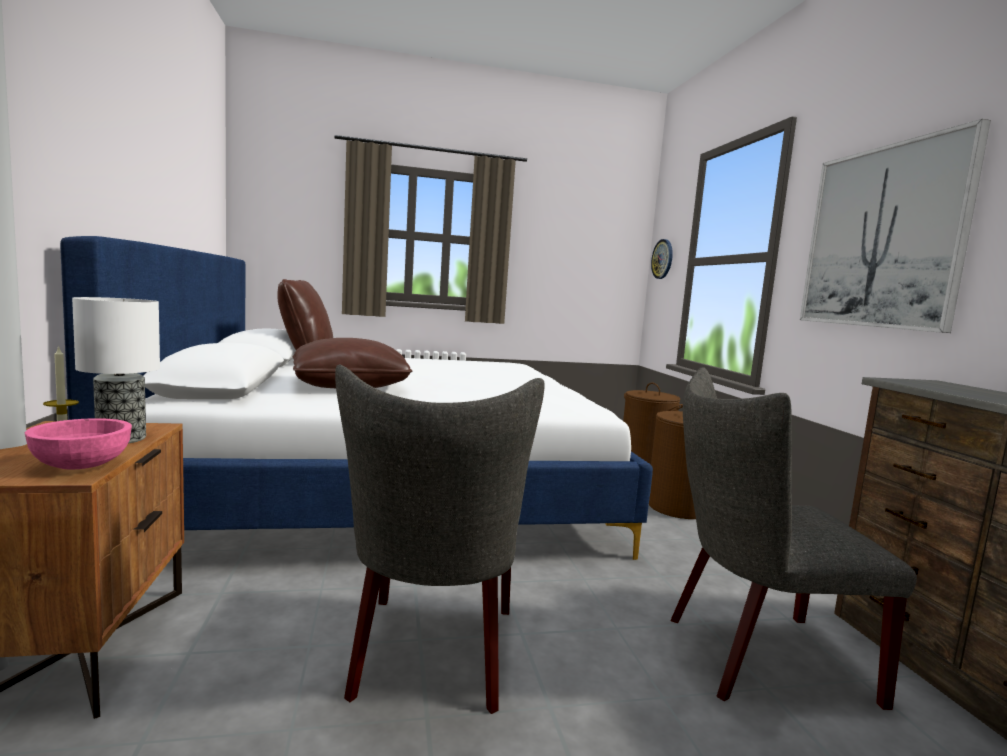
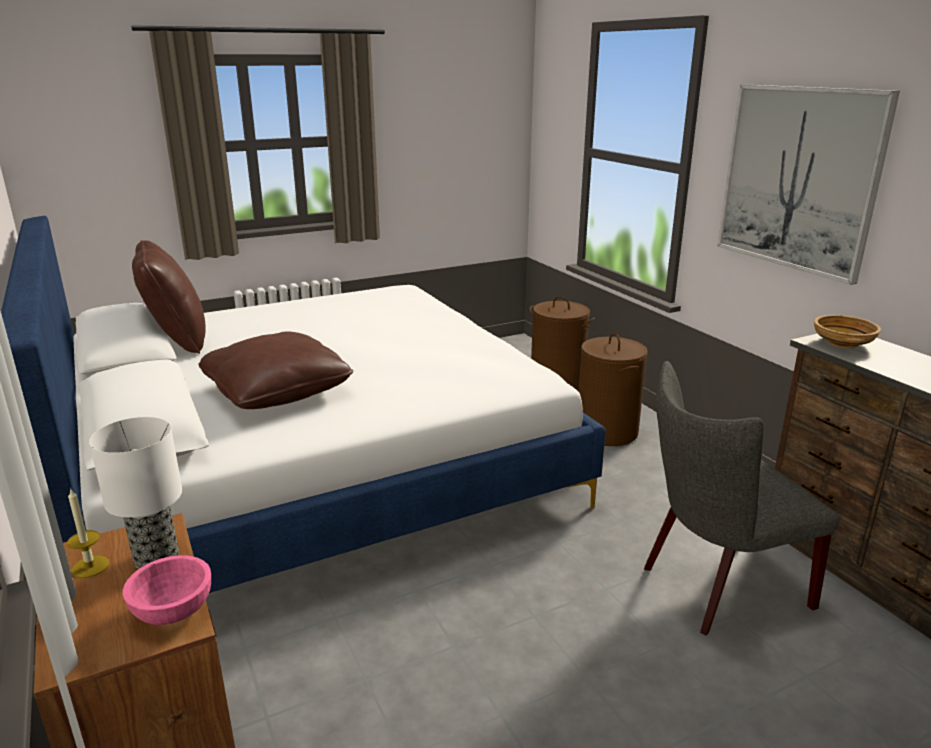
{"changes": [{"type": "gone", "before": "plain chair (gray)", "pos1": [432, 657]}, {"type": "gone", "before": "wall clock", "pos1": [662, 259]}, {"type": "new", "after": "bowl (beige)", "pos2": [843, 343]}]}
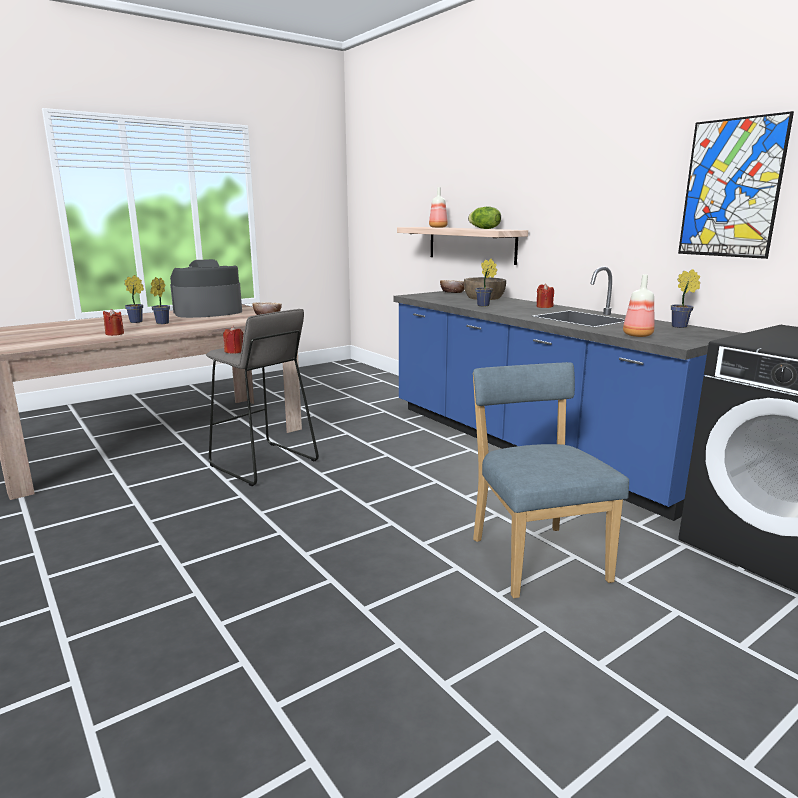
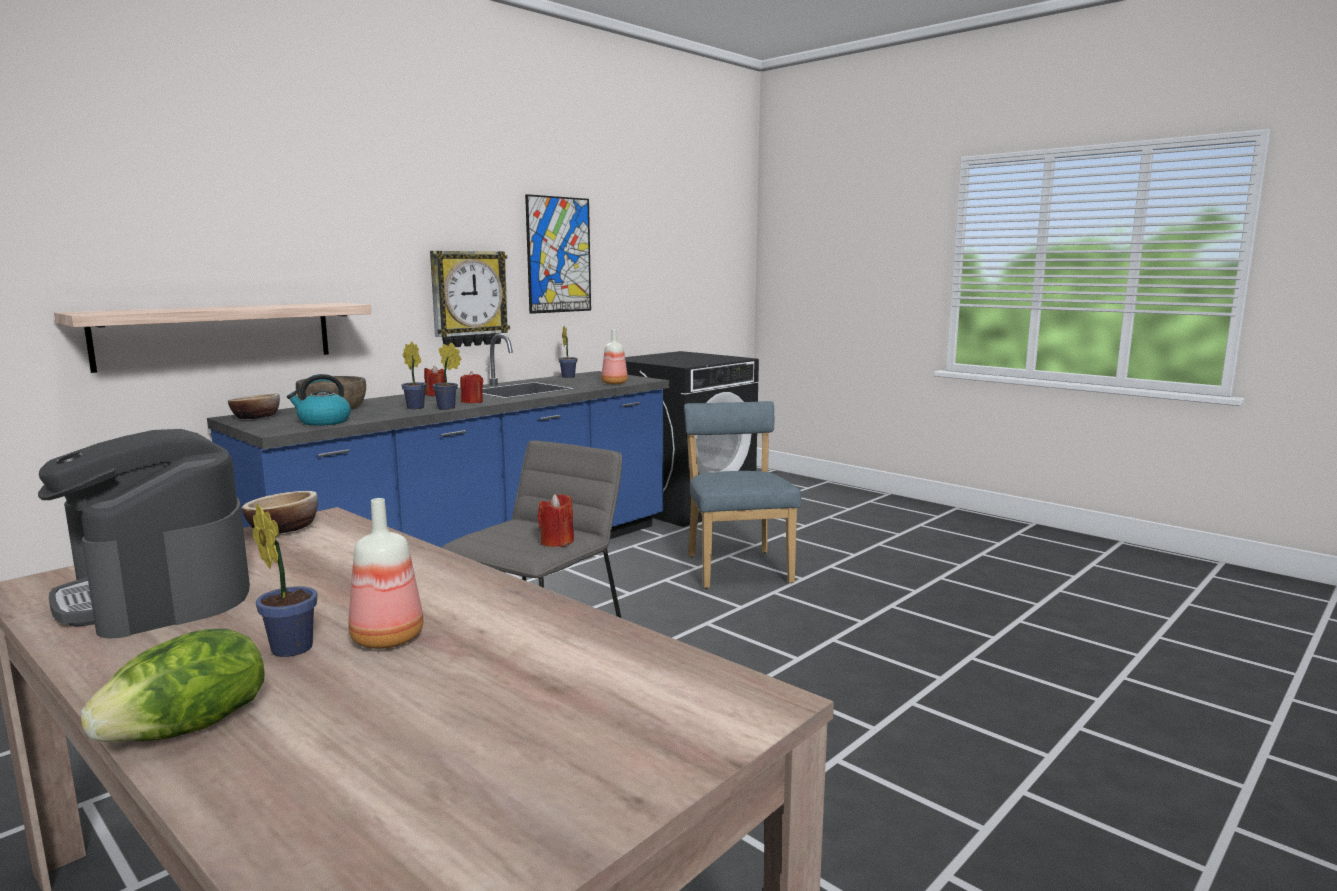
{"changes": [{"type": "new", "after": "kettle", "pos2": [323, 422]}, {"type": "new", "after": "wall clock", "pos2": [468, 298]}, {"type": "shifted", "before": "wax light (reddish)", "pos1": [114, 334], "pos2": [472, 402]}, {"type": "shifted", "before": "potted plant", "pos1": [161, 323], "pos2": [448, 408]}, {"type": "shifted", "before": "beverage bottle", "pos1": [437, 227], "pos2": [385, 640]}, {"type": "shifted", "before": "lettuce head", "pos1": [484, 229], "pos2": [190, 728]}, {"type": "rotated", "before": "plain chair (blue)", "pos1": [535, 556], "pos2": [737, 567], "turn": 105}]}
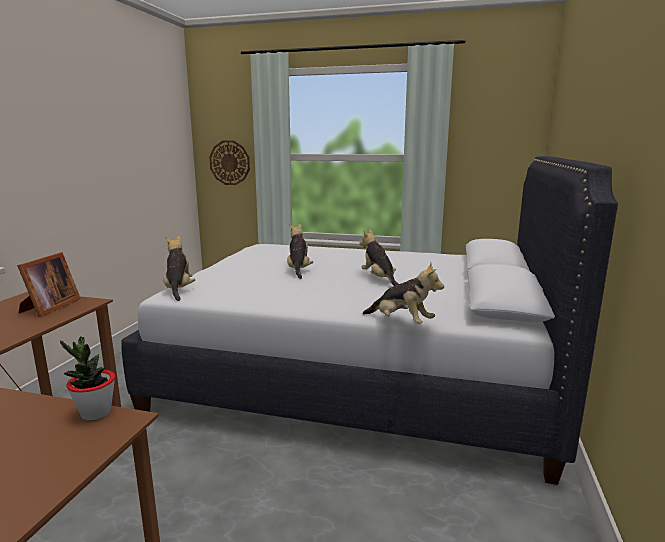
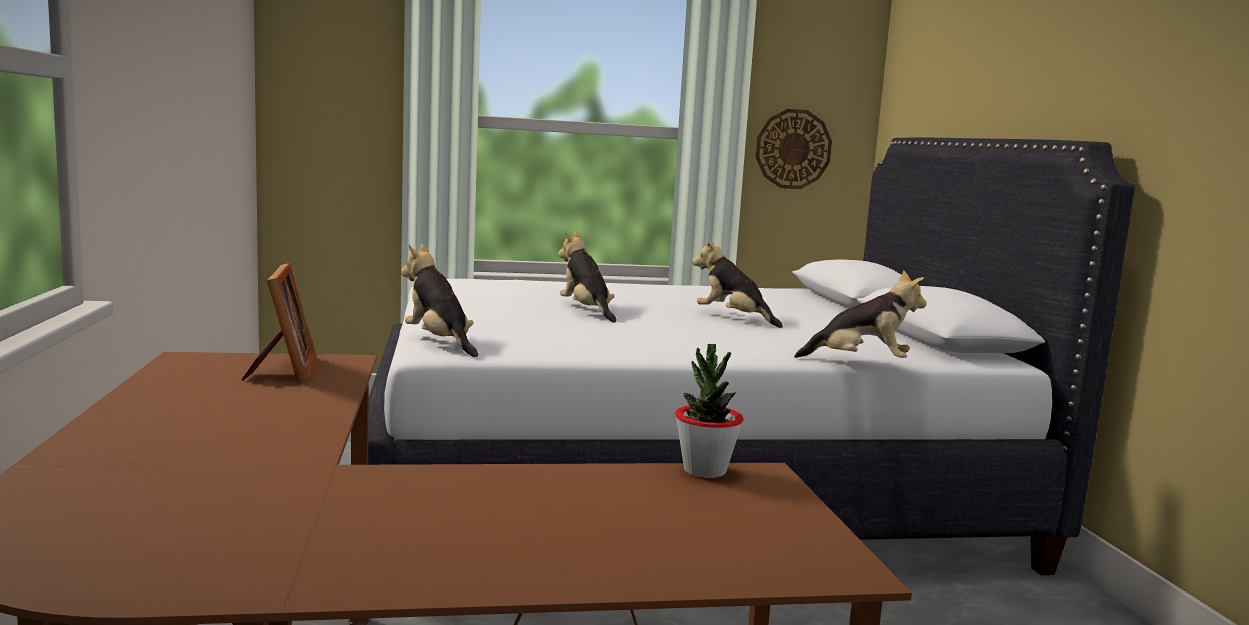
{"changes": [{"type": "shifted", "before": "wall clock", "pos1": [229, 163], "pos2": [793, 149]}]}
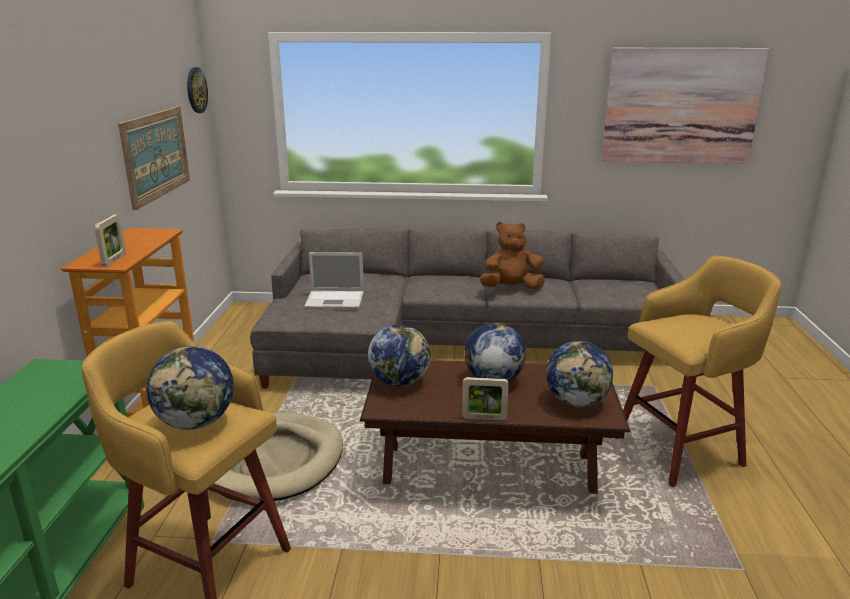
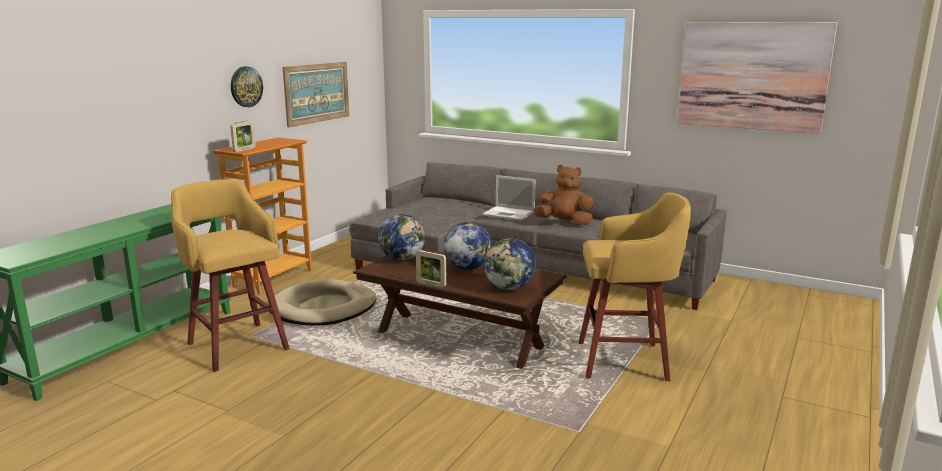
{"changes": [{"type": "gone", "before": "desk globe", "pos1": [196, 422]}, {"type": "shifted", "before": "wall clock", "pos1": [196, 90], "pos2": [246, 86]}, {"type": "shifted", "before": "laptop", "pos1": [336, 300], "pos2": [509, 214]}]}
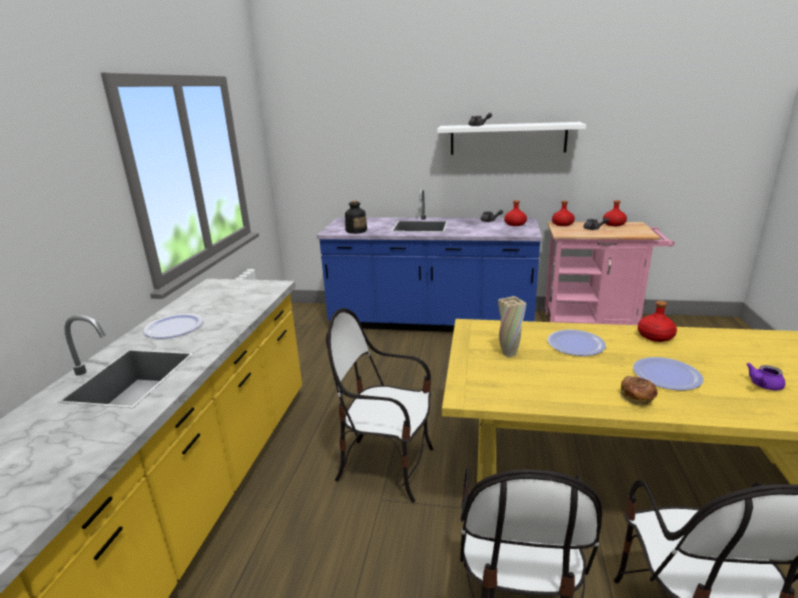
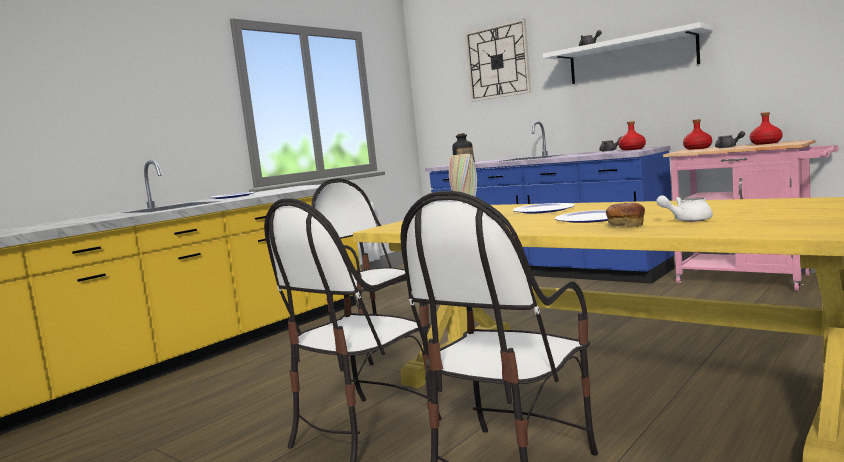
{"changes": [{"type": "gone", "before": "beverage bottle (reddish)", "pos1": [655, 336]}, {"type": "new", "after": "wall clock", "pos2": [497, 61]}, {"type": "shifted", "before": "baked bread", "pos1": [637, 398], "pos2": [625, 225]}, {"type": "repainted", "before": "teapot (purplish)", "after": "teapot (white)", "pos1": [763, 385], "pos2": [686, 220]}]}
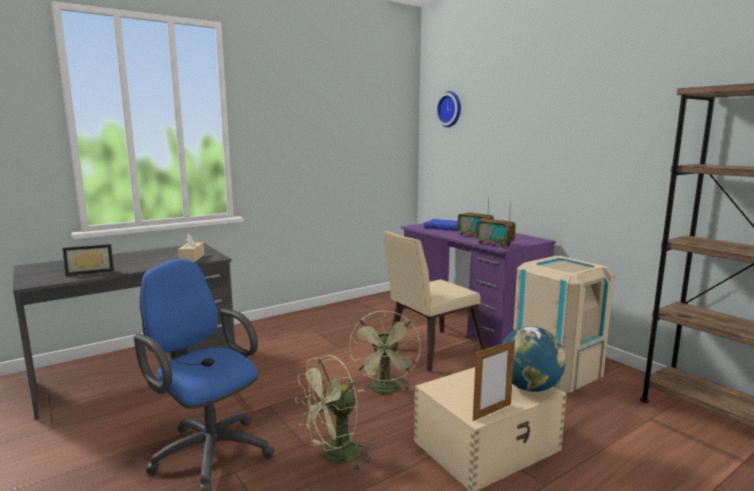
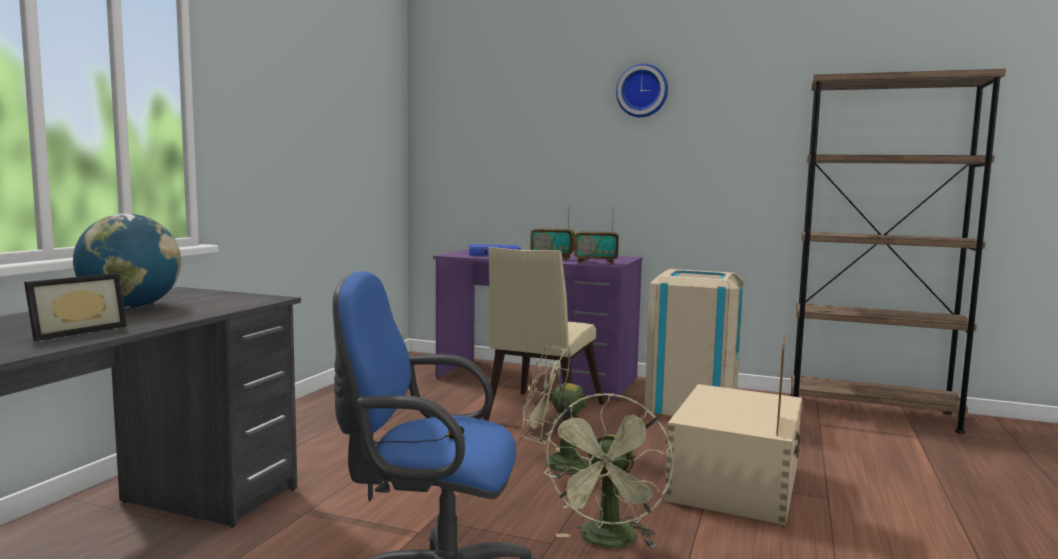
{"changes": [{"type": "gone", "before": "box of tissues (beige)", "pos1": [192, 258]}, {"type": "shifted", "before": "wall clock", "pos1": [450, 109], "pos2": [642, 91]}, {"type": "shifted", "before": "desk globe", "pos1": [529, 387], "pos2": [131, 307]}, {"type": "rotated", "before": "electric fan (green-coloured)", "pos1": [386, 390], "pos2": [555, 463], "turn": 135}]}
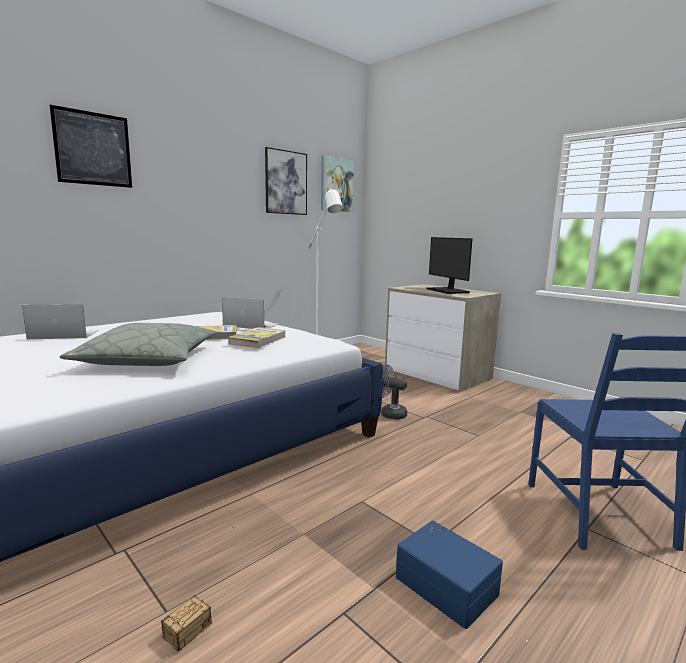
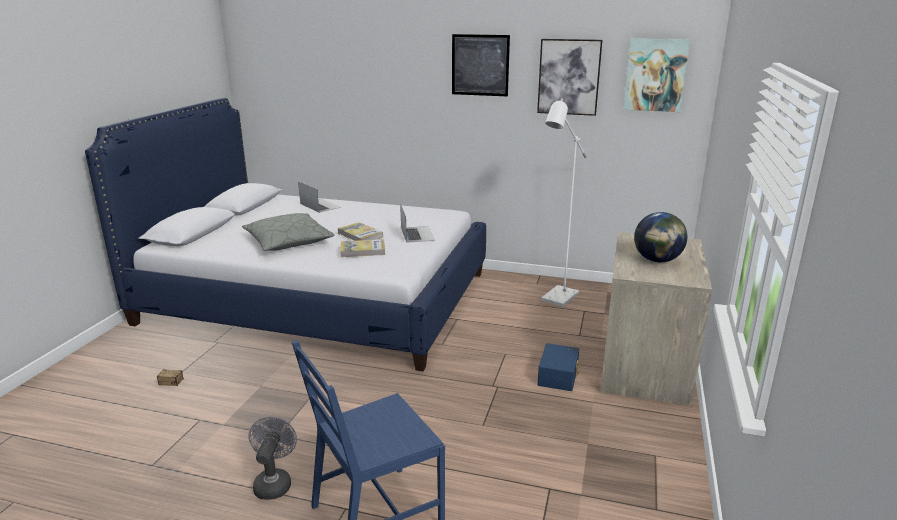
{"changes": [{"type": "shifted", "before": "wall picture", "pos1": [93, 149], "pos2": [480, 65]}, {"type": "shifted", "before": "electric fan (gray)", "pos1": [389, 414], "pos2": [274, 482]}, {"type": "shifted", "before": "storage bin (blue)", "pos1": [447, 584], "pos2": [559, 376]}, {"type": "swapped", "before": "computer screen", "after": "desk globe", "pos1": [448, 291], "pos2": [657, 260]}]}
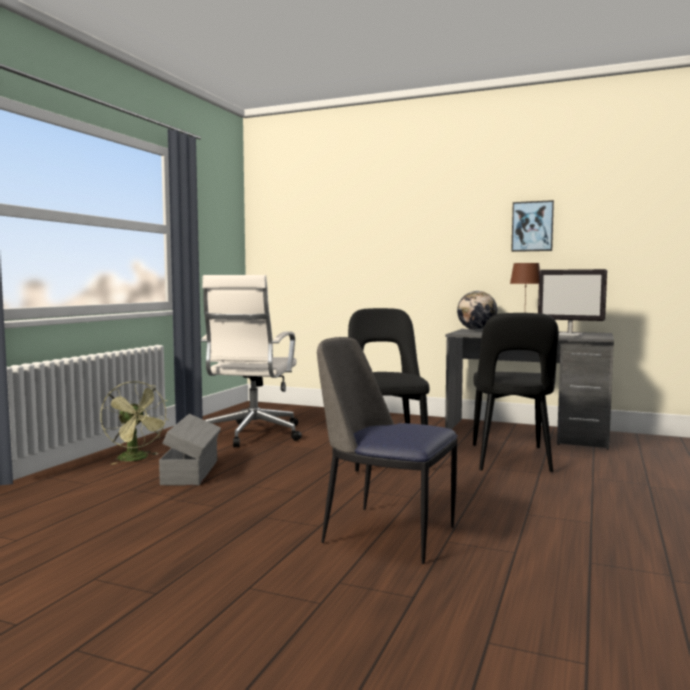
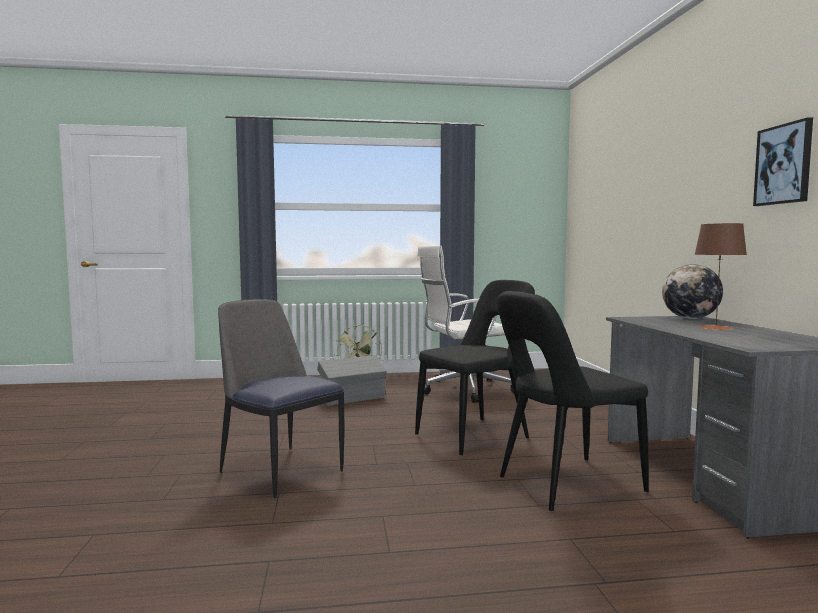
{"changes": [{"type": "gone", "before": "computer screen", "pos1": [570, 335]}, {"type": "rotated", "before": "plain chair", "pos1": [385, 533], "pos2": [280, 470], "turn": -45}]}
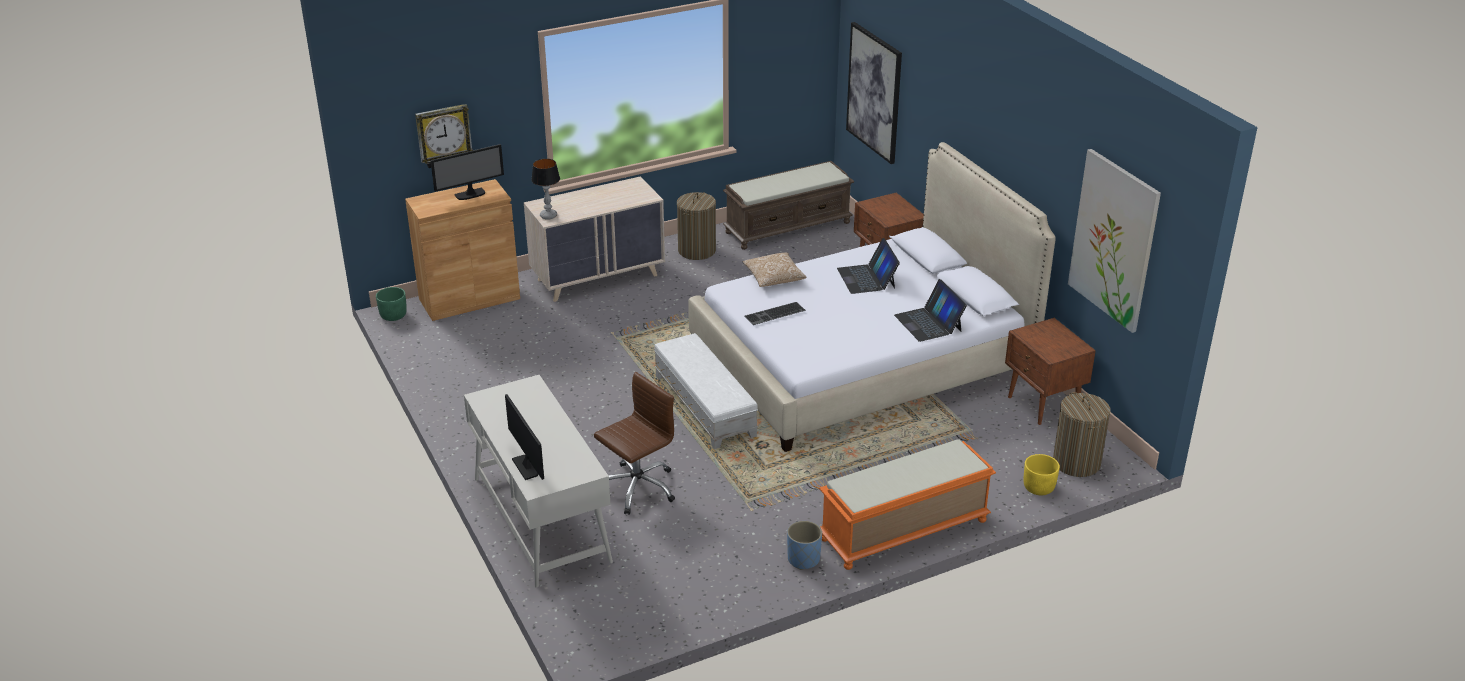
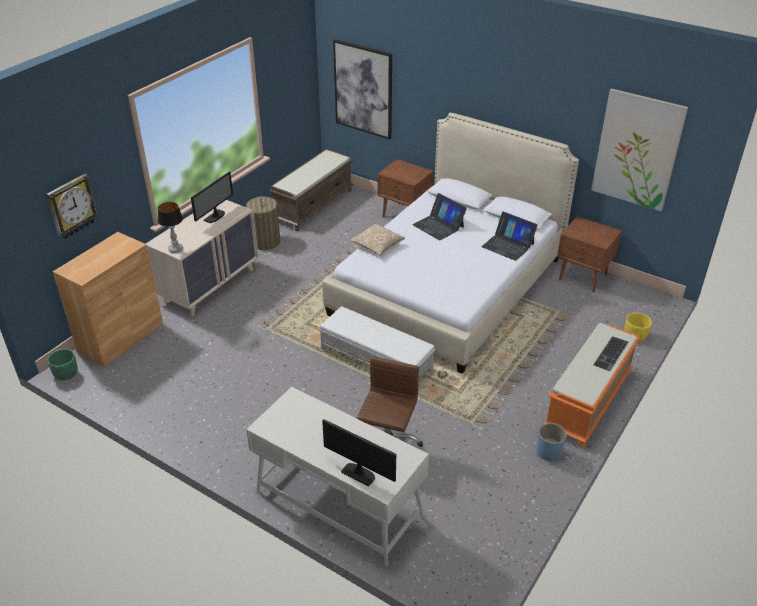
{"changes": [{"type": "gone", "before": "washing basket", "pos1": [1076, 463]}, {"type": "shifted", "before": "computer screen", "pos1": [470, 195], "pos2": [215, 217]}, {"type": "shifted", "before": "PC keyboard", "pos1": [775, 314], "pos2": [611, 354]}]}
